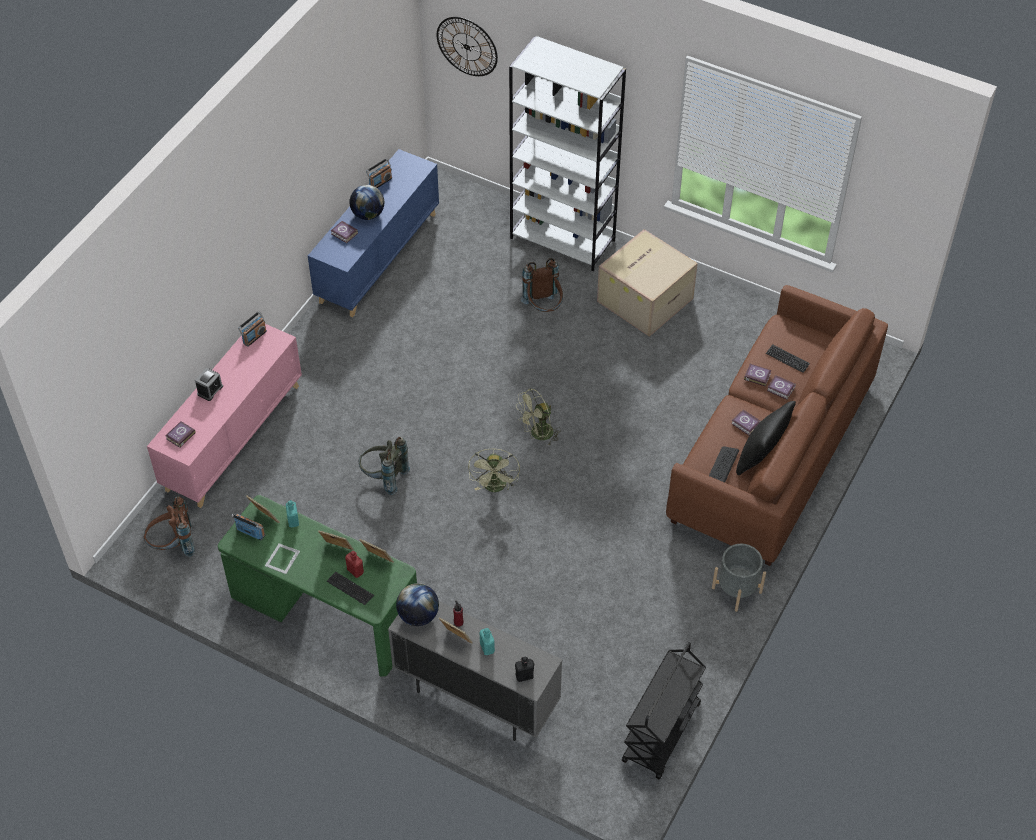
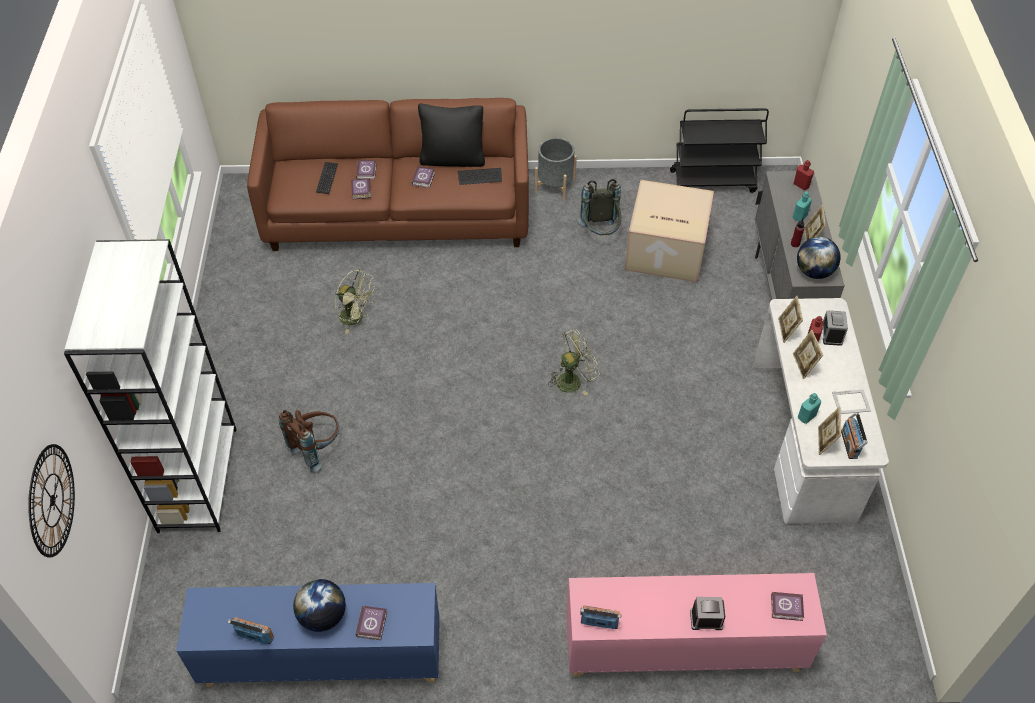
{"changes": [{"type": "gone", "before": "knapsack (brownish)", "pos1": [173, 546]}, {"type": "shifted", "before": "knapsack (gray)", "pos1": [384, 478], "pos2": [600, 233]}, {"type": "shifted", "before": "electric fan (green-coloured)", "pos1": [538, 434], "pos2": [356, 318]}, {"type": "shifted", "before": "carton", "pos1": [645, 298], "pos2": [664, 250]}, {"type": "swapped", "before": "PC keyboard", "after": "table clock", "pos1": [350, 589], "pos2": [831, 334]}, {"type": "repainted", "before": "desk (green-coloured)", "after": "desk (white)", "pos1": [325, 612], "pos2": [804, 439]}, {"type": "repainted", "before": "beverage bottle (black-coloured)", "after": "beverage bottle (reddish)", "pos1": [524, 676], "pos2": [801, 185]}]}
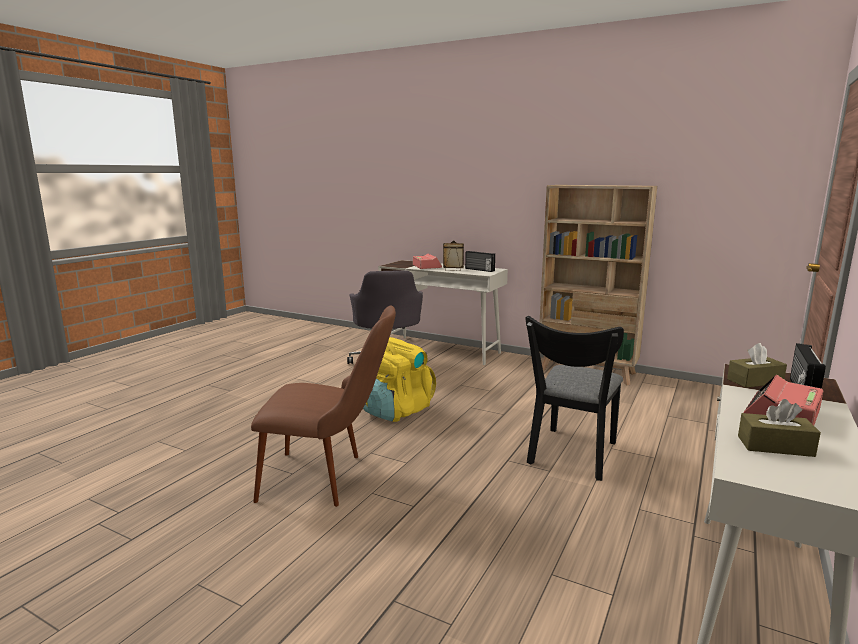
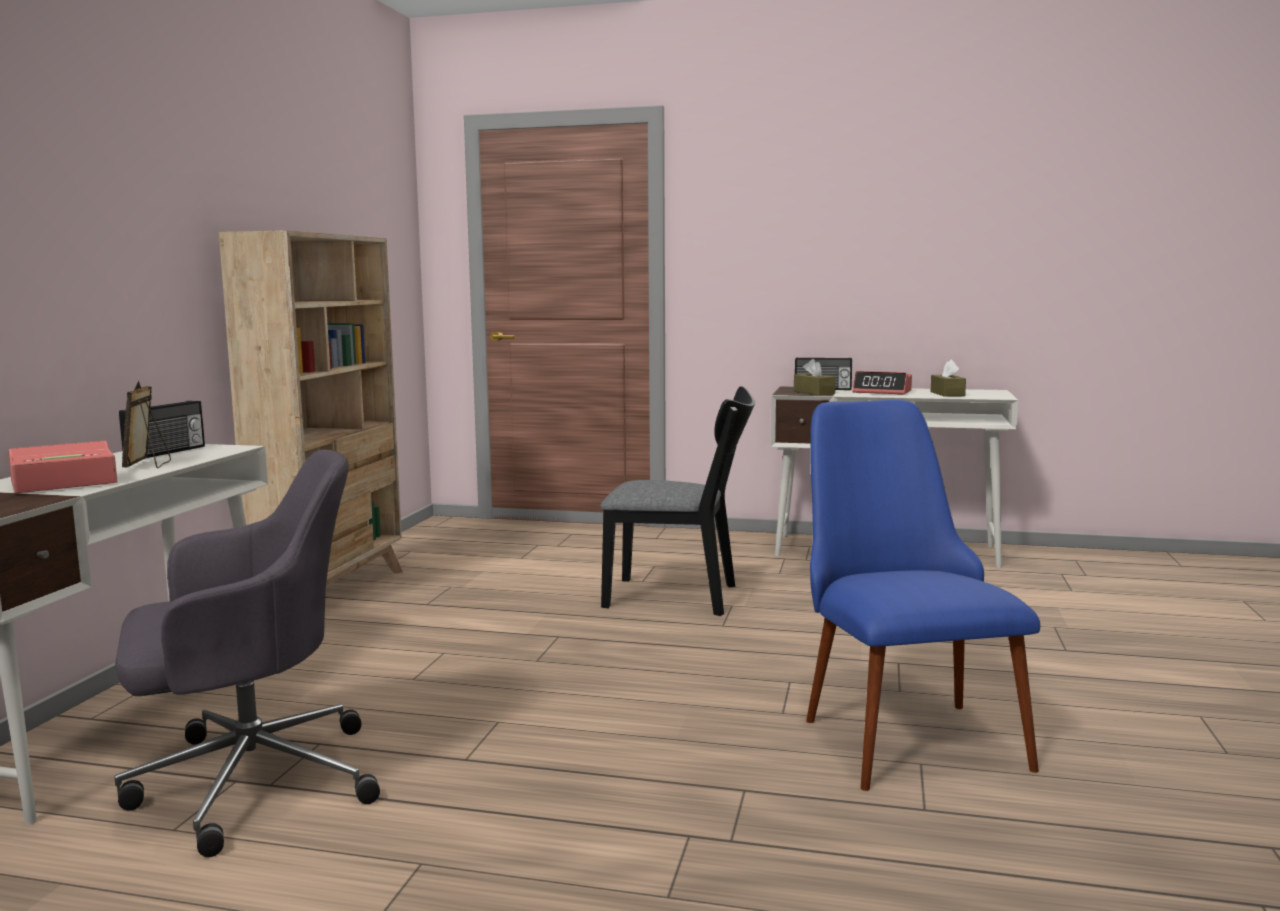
{"changes": [{"type": "gone", "before": "knapsack (yellow-coloured)", "pos1": [396, 411]}, {"type": "repainted", "before": "plain chair (brownish)", "after": "plain chair (blue)", "pos1": [330, 478], "pos2": [899, 727]}]}
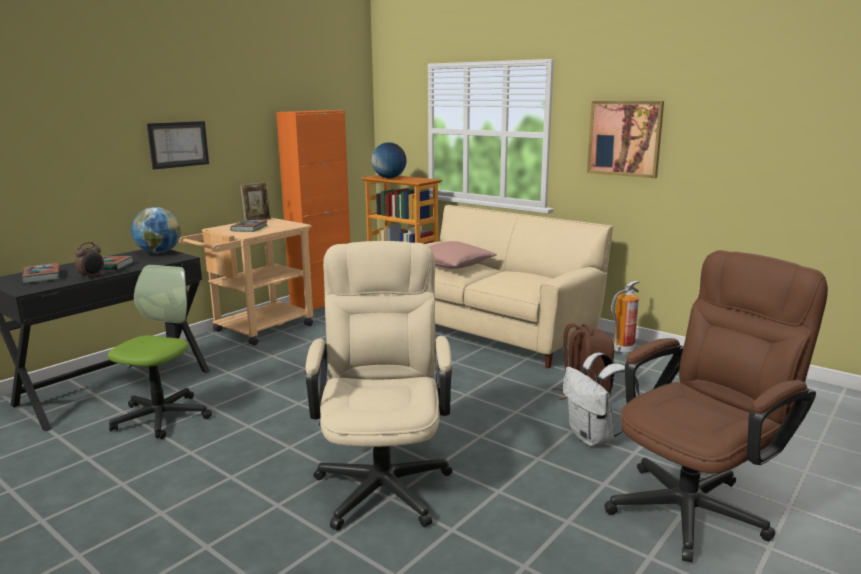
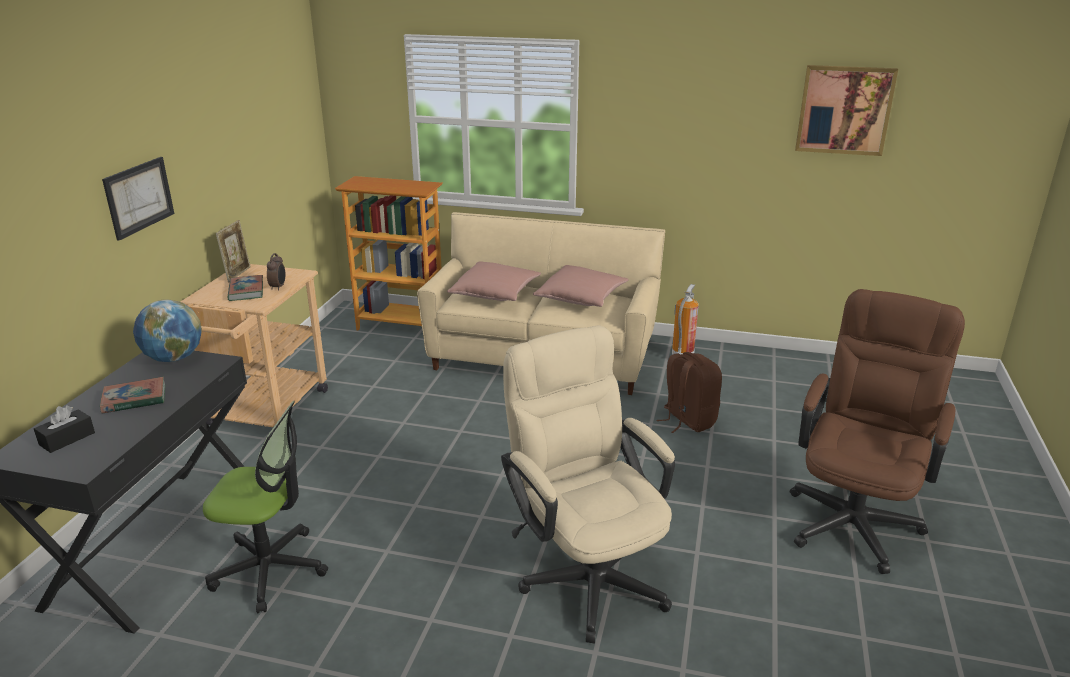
{"changes": [{"type": "gone", "before": "storage cabinet (orangey)", "pos1": [322, 302]}, {"type": "gone", "before": "desk globe", "pos1": [389, 178]}, {"type": "gone", "before": "knapsack (white)", "pos1": [594, 438]}, {"type": "new", "after": "pillow (pink)", "pos2": [581, 298]}, {"type": "shifted", "before": "table clock", "pos1": [92, 277], "pos2": [278, 287]}, {"type": "shifted", "before": "wall picture", "pos1": [624, 138], "pos2": [844, 110]}, {"type": "swapped", "before": "book", "after": "box of tissues (black-coloured)", "pos1": [41, 277], "pos2": [67, 439]}, {"type": "rotated", "before": "computer chair", "pos1": [162, 417], "pos2": [270, 569], "turn": 105}]}
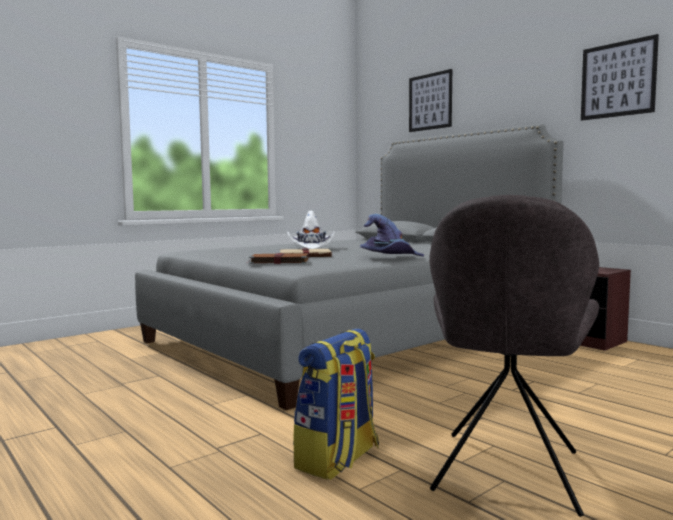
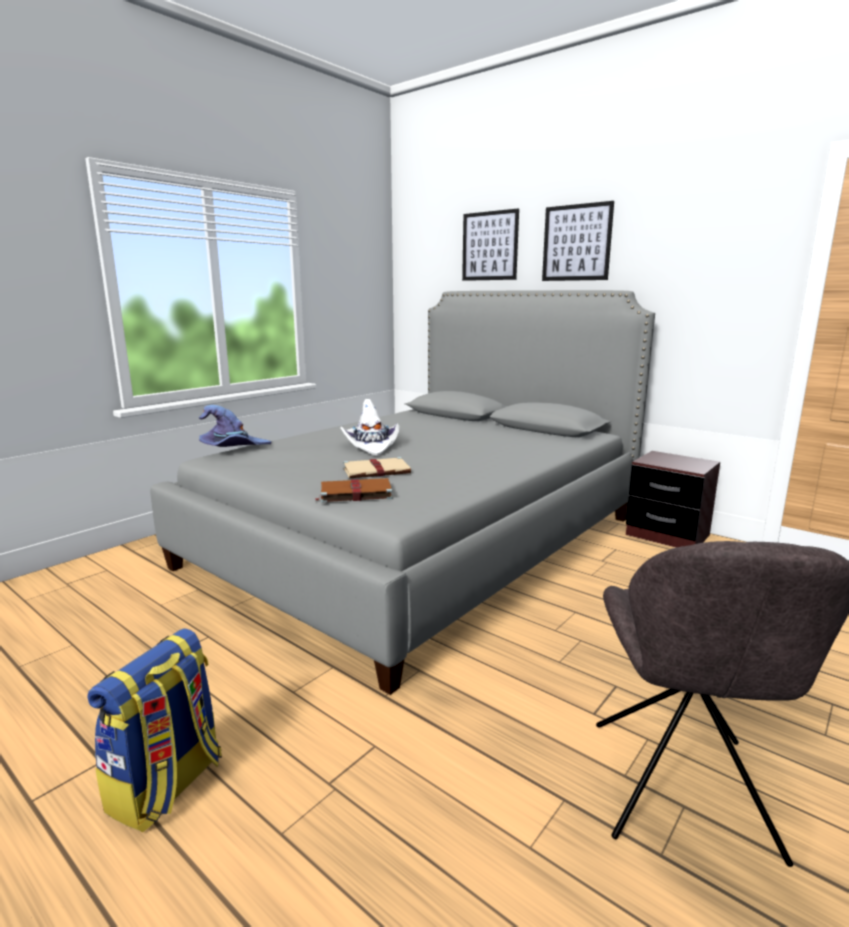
{"changes": [{"type": "shifted", "before": "knapsack", "pos1": [338, 459], "pos2": [167, 786]}, {"type": "shifted", "before": "clothing hat (purplish)", "pos1": [390, 258], "pos2": [233, 448]}, {"type": "shifted", "before": "wall picture", "pos1": [618, 79], "pos2": [576, 243]}]}
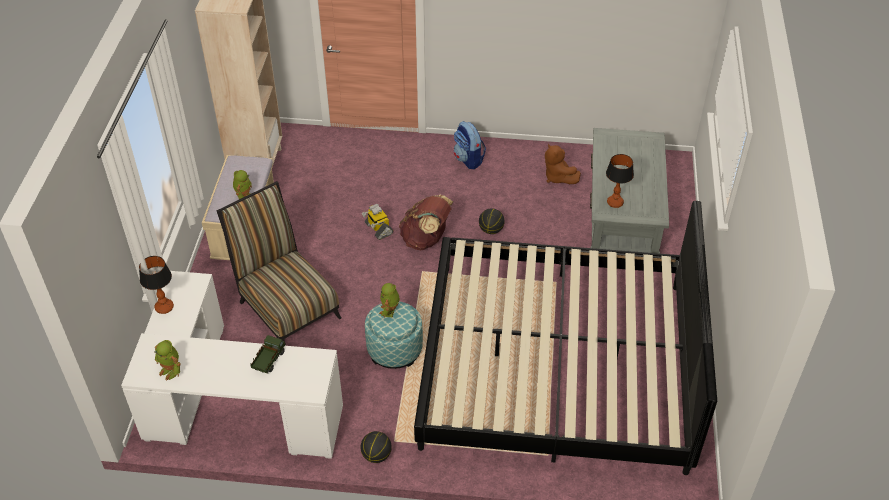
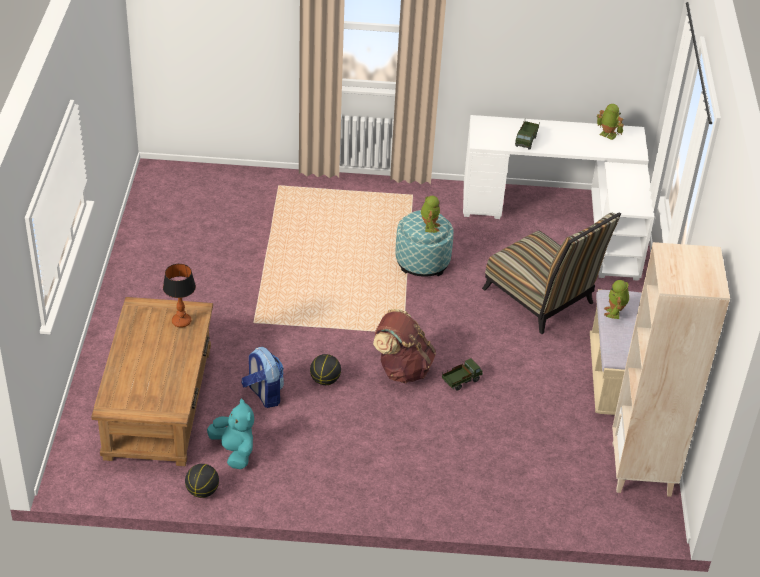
{"changes": [{"type": "gone", "before": "table lamp", "pos1": [165, 307]}, {"type": "gone", "before": "bed", "pos1": [557, 363]}, {"type": "shifted", "before": "basketball", "pos1": [376, 455], "pos2": [202, 491]}, {"type": "shifted", "before": "knapsack", "pos1": [468, 159], "pos2": [263, 394]}, {"type": "swapped", "before": "model robot", "after": "model truck", "pos1": [378, 229], "pos2": [461, 381]}, {"type": "repainted", "before": "soft toy (brownish)", "after": "soft toy (turquoise-coloured)", "pos1": [558, 177], "pos2": [234, 451]}, {"type": "repainted", "before": "lounge table (gray)", "after": "lounge table (brownish)", "pos1": [623, 213], "pos2": [158, 403]}]}
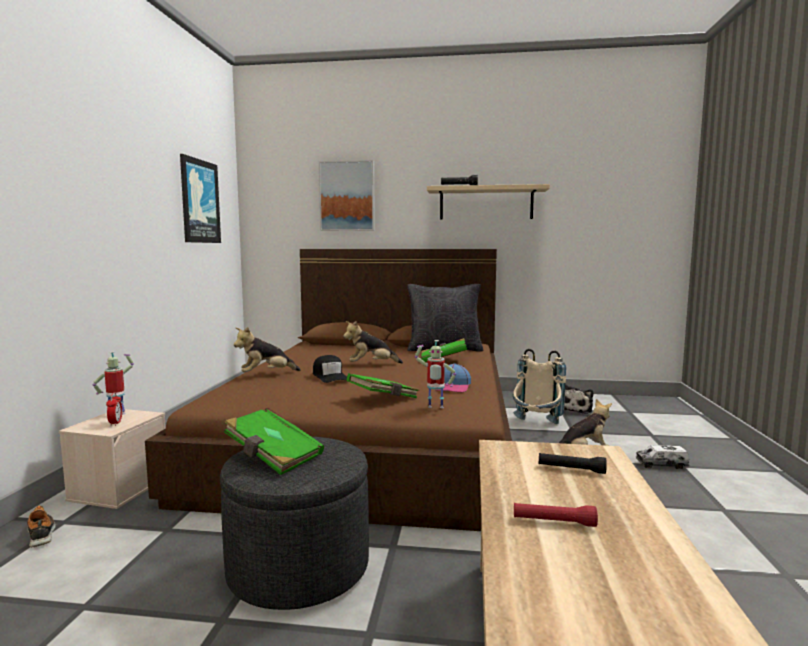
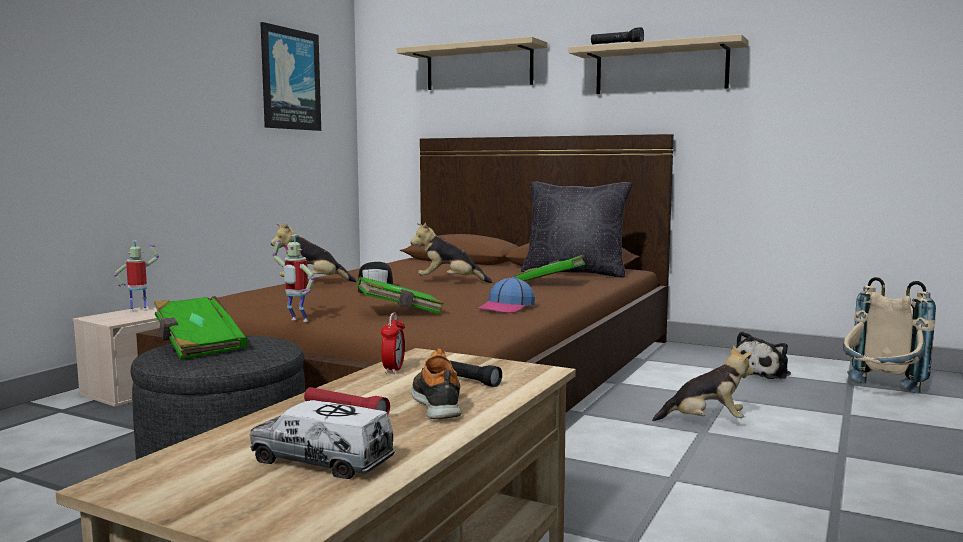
{"changes": [{"type": "shifted", "before": "low shoe", "pos1": [41, 534], "pos2": [437, 404]}, {"type": "shifted", "before": "table clock", "pos1": [115, 423], "pos2": [393, 370]}, {"type": "shifted", "before": "model robot", "pos1": [435, 408], "pos2": [297, 321]}, {"type": "shifted", "before": "knapsack (beige)", "pos1": [536, 426], "pos2": [880, 392]}, {"type": "shifted", "before": "model truck", "pos1": [661, 464], "pos2": [322, 461]}, {"type": "swapped", "before": "wall picture", "after": "bracket shelf (beige)", "pos1": [347, 196], "pos2": [479, 67]}]}
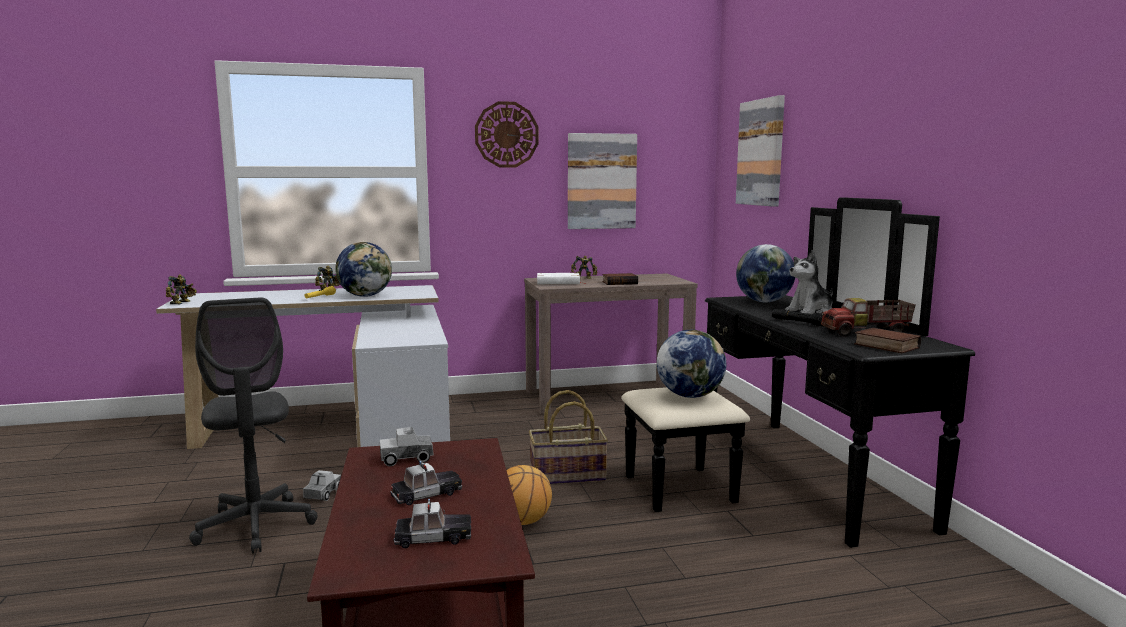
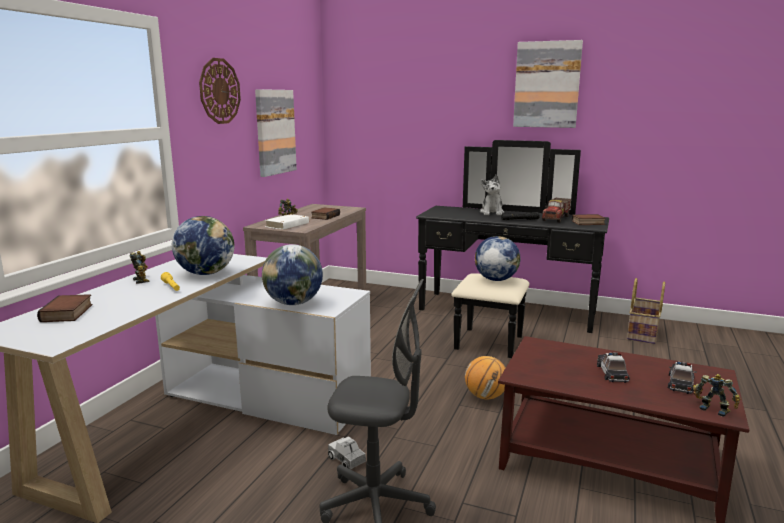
{"changes": [{"type": "gone", "before": "model truck", "pos1": [407, 458]}, {"type": "new", "after": "book", "pos2": [68, 313]}, {"type": "shifted", "before": "model robot", "pos1": [182, 303], "pos2": [714, 409]}, {"type": "shifted", "before": "basket", "pos1": [567, 476], "pos2": [643, 333]}, {"type": "shifted", "before": "wall picture", "pos1": [761, 152], "pos2": [547, 85]}, {"type": "shifted", "before": "desk globe", "pos1": [763, 302], "pos2": [293, 303]}]}
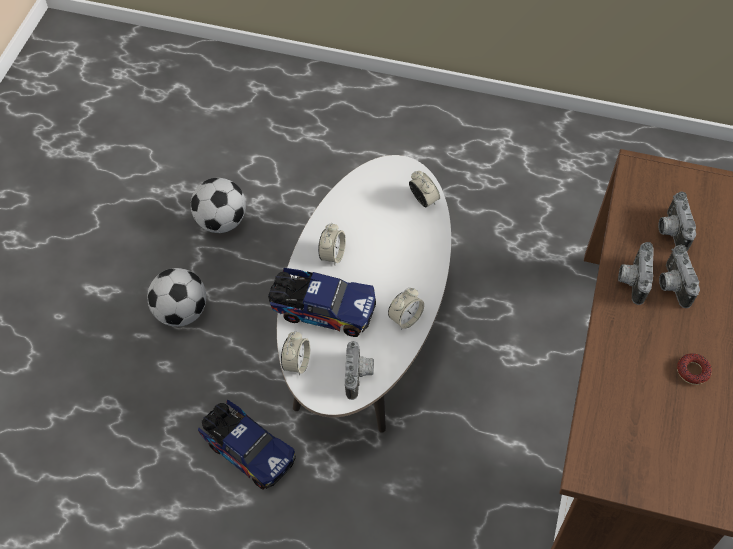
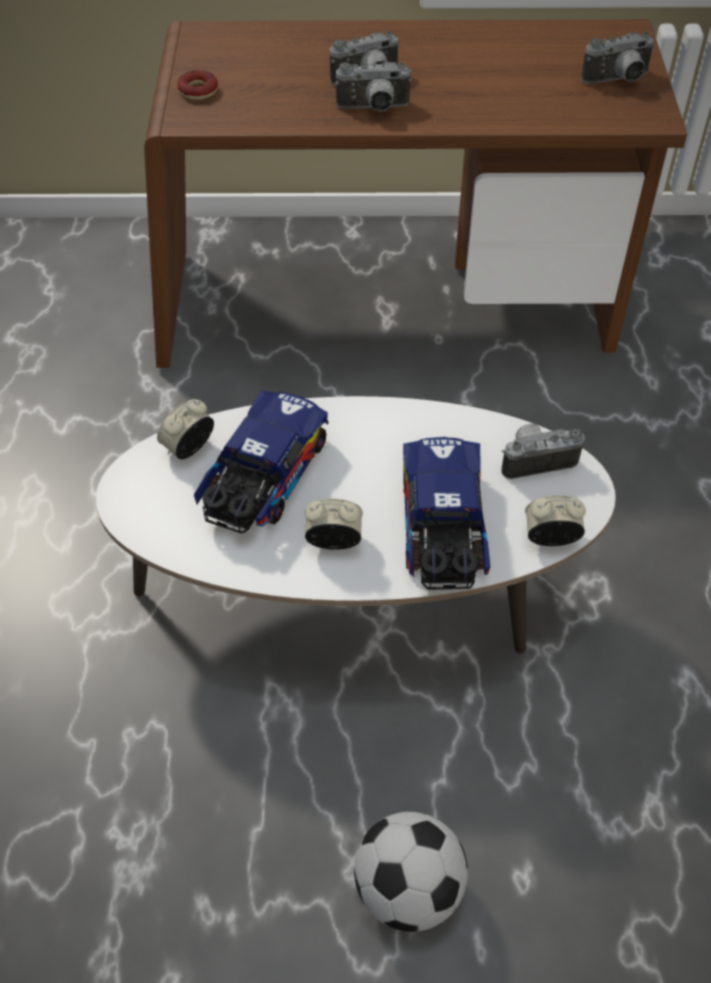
{"changes": [{"type": "gone", "before": "ball for football", "pos1": [221, 221]}, {"type": "gone", "before": "table clock", "pos1": [405, 318]}, {"type": "shifted", "before": "model truck", "pos1": [247, 449], "pos2": [263, 480]}, {"type": "shifted", "before": "photo camera", "pos1": [670, 231], "pos2": [618, 81]}, {"type": "shifted", "before": "doughnut", "pos1": [693, 371], "pos2": [198, 90]}]}
